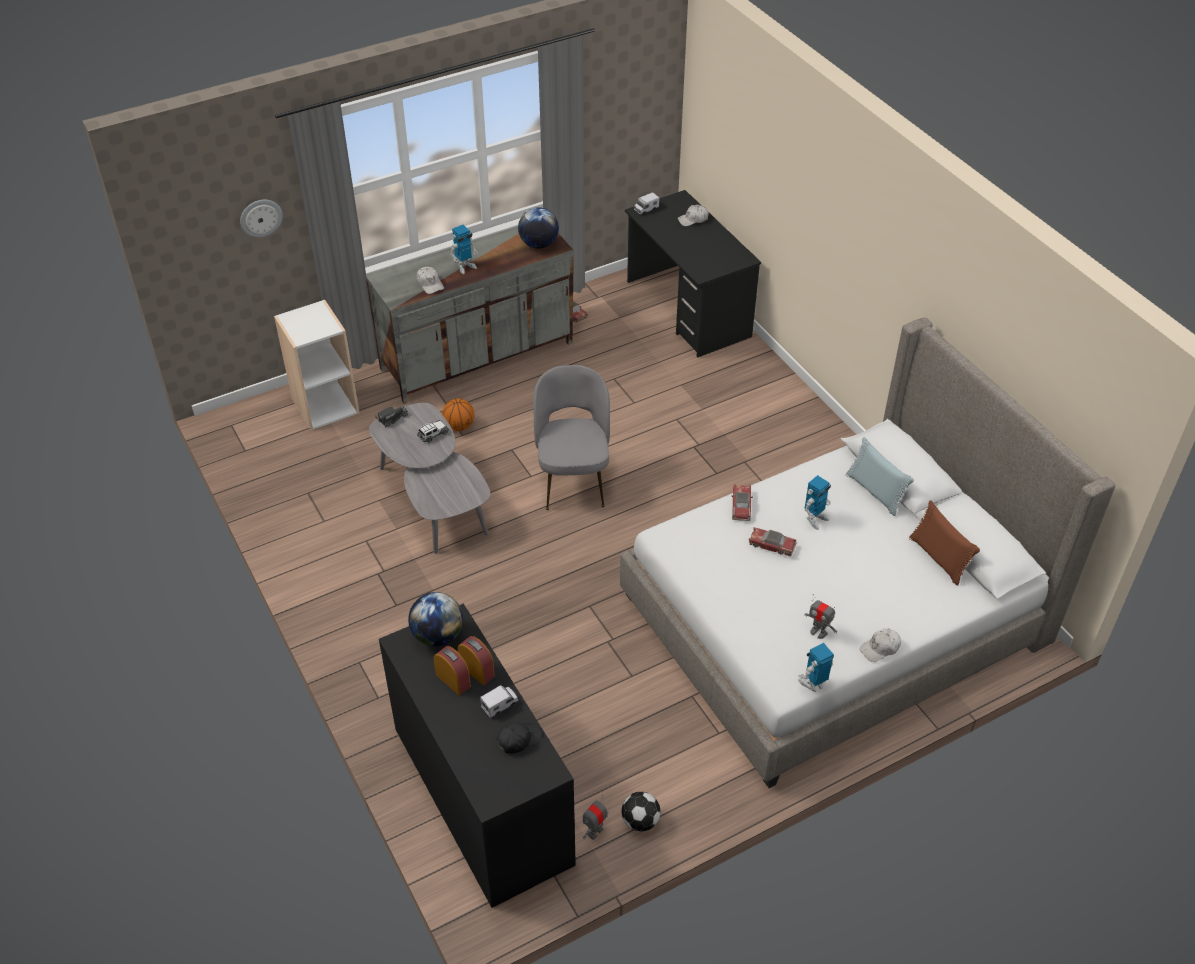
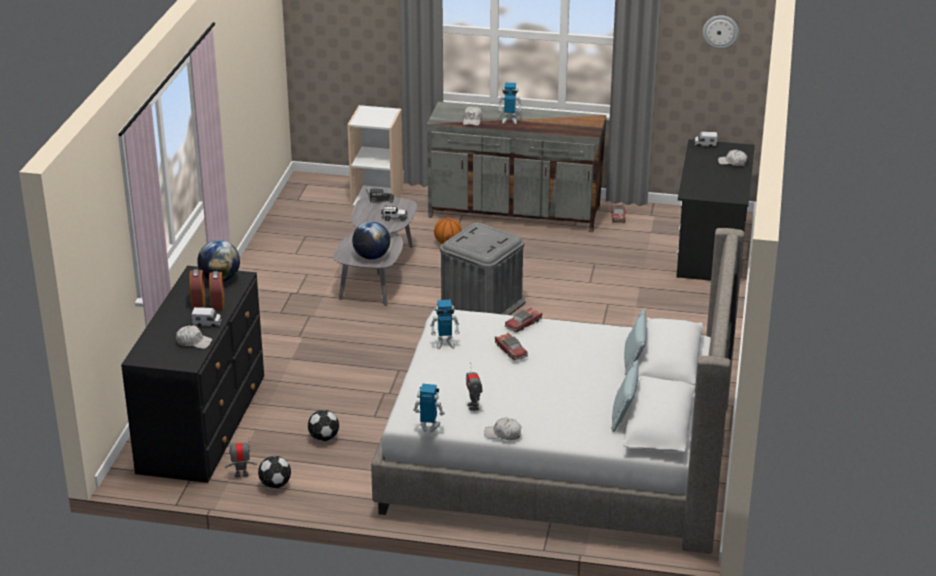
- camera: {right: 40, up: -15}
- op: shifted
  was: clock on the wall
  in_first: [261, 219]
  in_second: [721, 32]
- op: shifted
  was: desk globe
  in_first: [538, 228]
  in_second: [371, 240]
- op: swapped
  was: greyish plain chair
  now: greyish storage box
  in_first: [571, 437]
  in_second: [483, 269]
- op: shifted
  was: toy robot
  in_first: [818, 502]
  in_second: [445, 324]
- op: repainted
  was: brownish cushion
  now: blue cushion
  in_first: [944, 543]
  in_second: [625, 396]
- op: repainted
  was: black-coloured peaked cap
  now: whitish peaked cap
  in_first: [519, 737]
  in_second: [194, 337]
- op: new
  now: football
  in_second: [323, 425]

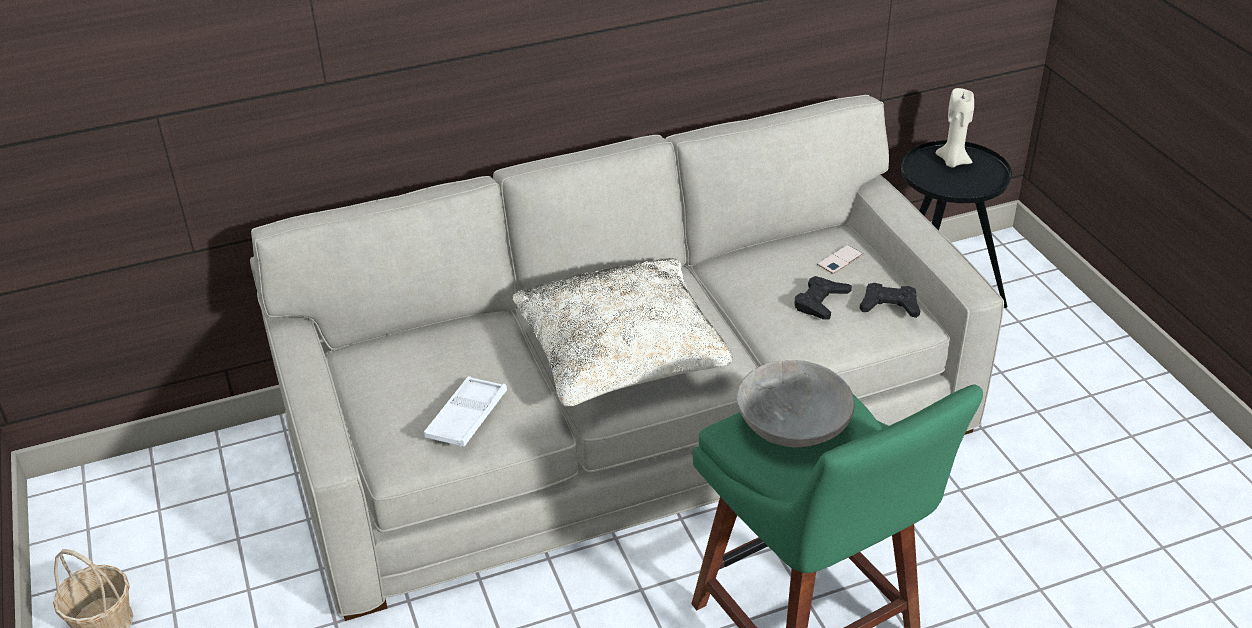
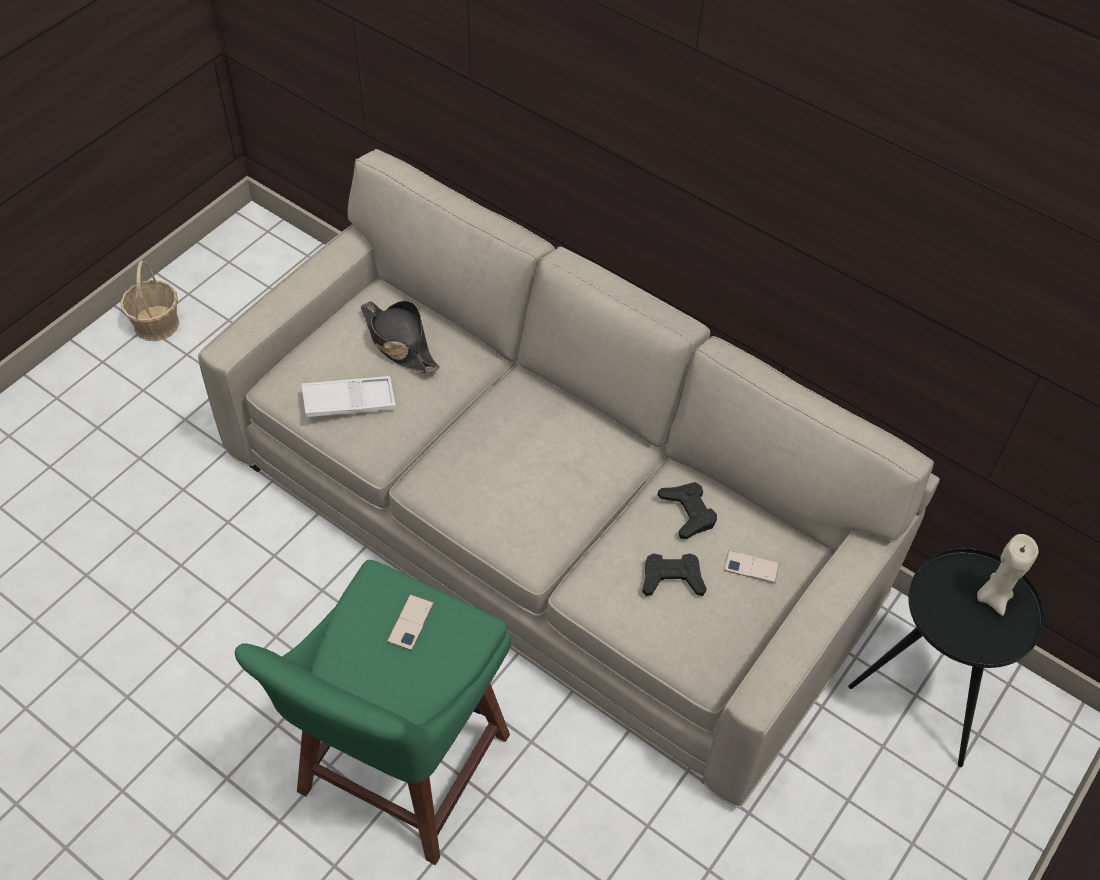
- camera: {right: 55, up: 15}
- op: gone
  was: beige cushion
  in_first: [622, 332]
- op: shifted
  was: black-coloured joypad
  in_first: [890, 300]
  in_second: [687, 510]
- op: swapped
  was: greyish bowl
  now: handset
  in_first: [796, 403]
  in_second: [410, 622]
- op: new
  now: black-coloured hat
  in_second: [400, 337]

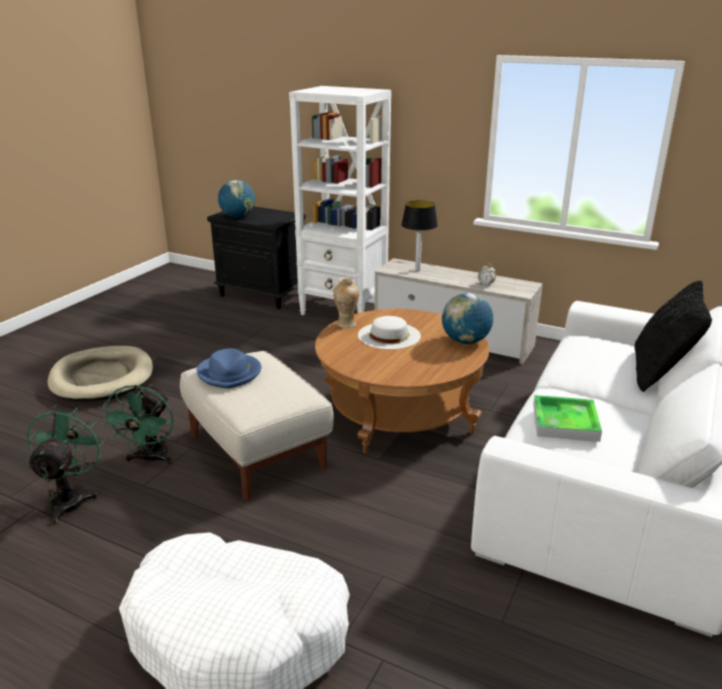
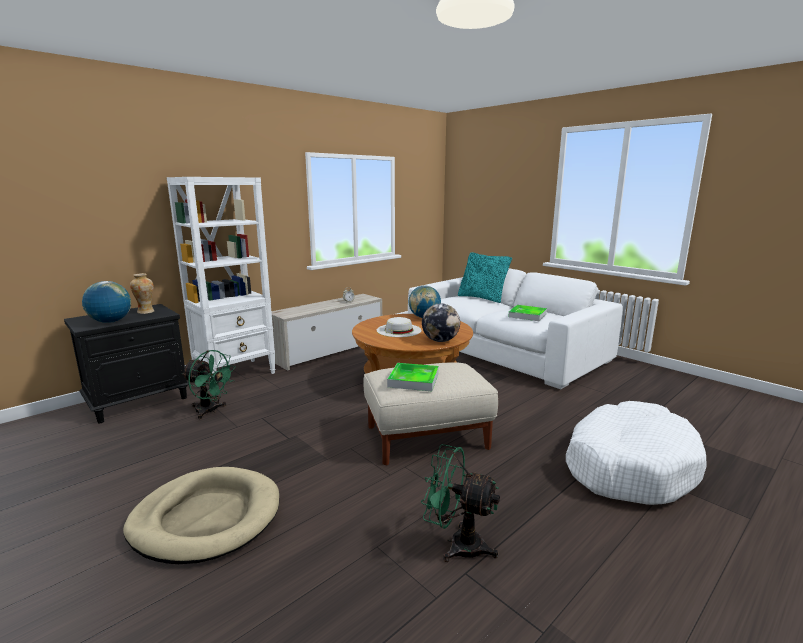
- camera: {right: -70, up: -10}
- op: gone
  was: table lamp
  in_first: [419, 235]
- op: shifted
  was: vase
  in_first: [346, 302]
  in_second: [142, 293]
- op: repainted
  was: black-coloured cushion
  now: turquoise cushion
  in_first: [673, 336]
  in_second: [485, 277]
- op: swapped
  was: blue hat
  now: tray
  in_first: [228, 369]
  in_second: [413, 377]
- op: shifted
  was: green-coloured fan
  in_first: [137, 424]
  in_second: [209, 384]
- op: new
  now: desk globe
  in_second: [441, 322]

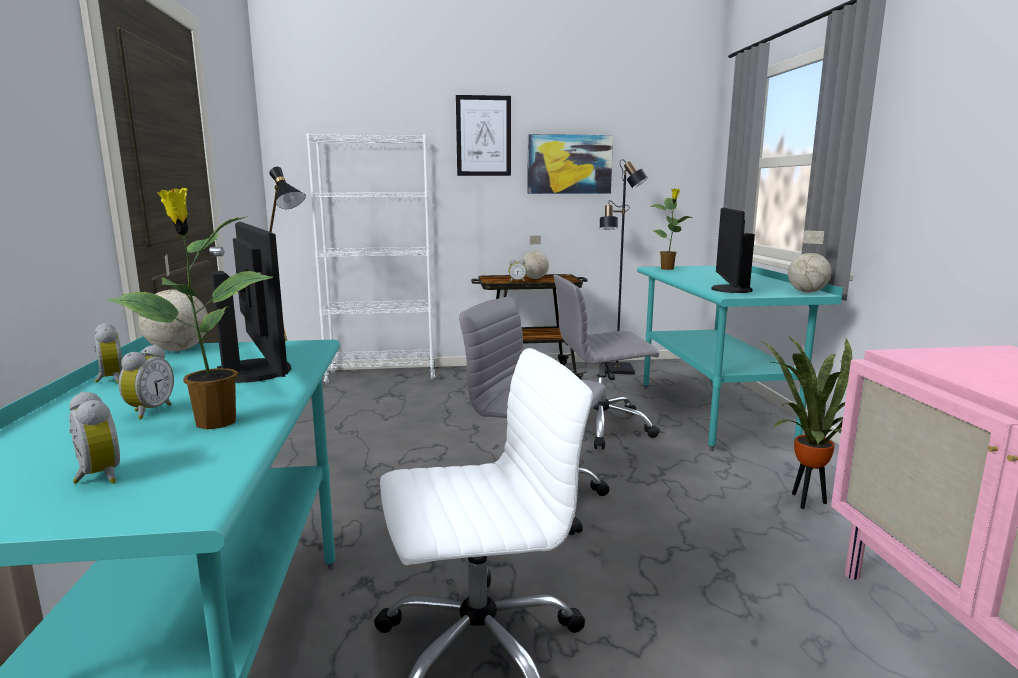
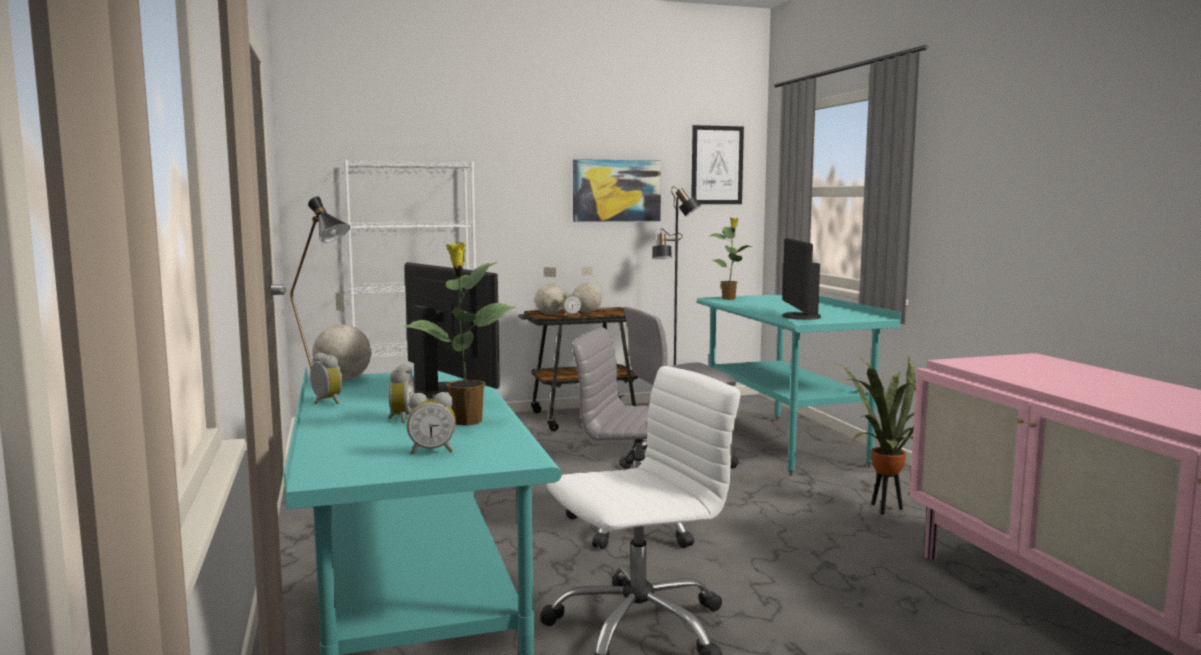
- camera: {right: -10, up: -5}
- op: shifted
  was: picture
  in_first: [483, 135]
  in_second: [717, 164]
- op: shifted
  was: desk globe
  in_first: [810, 261]
  in_second: [549, 290]
- op: rotated
  was: alarm clock
  in_first: [94, 437]
  in_second: [431, 423]
  clockwise: 135

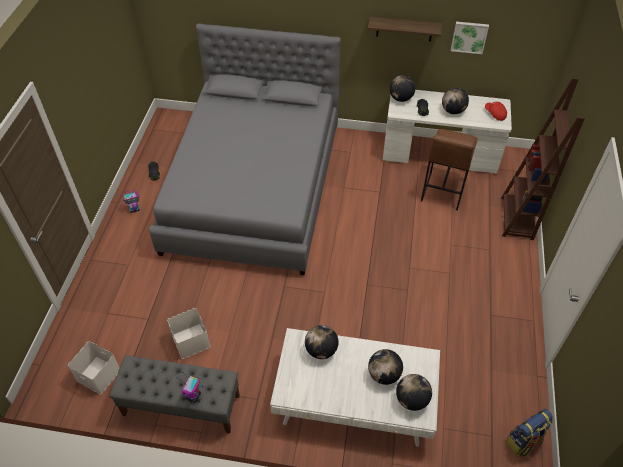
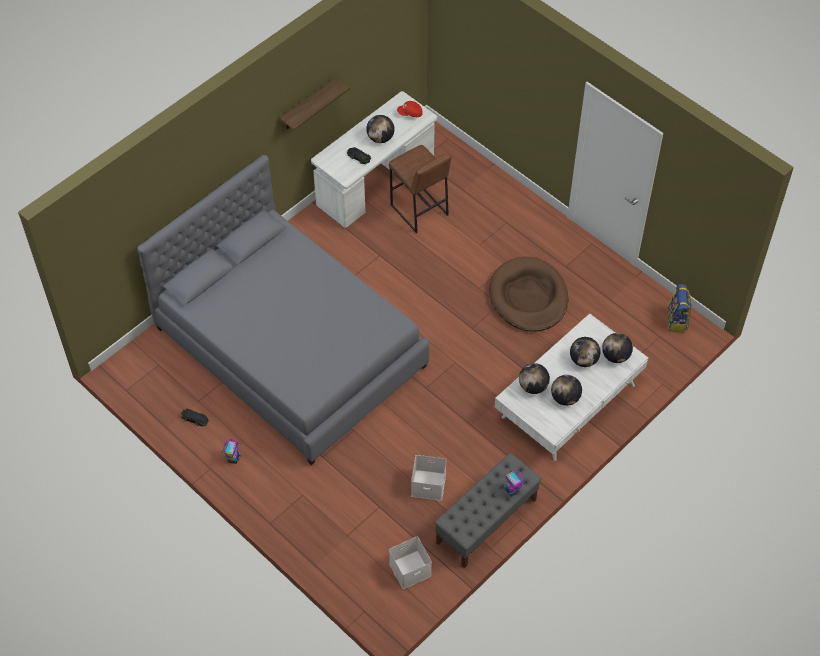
- camera: {right: -55, up: 5}
- op: gone
  was: picture
  in_first: [470, 38]
- op: shifted
  was: desk globe
  in_first: [402, 88]
  in_second: [566, 390]
- op: gone
  was: brownish bookcase
  in_first: [543, 159]
- op: new
  now: brownish dog cushion
  in_second: [528, 294]

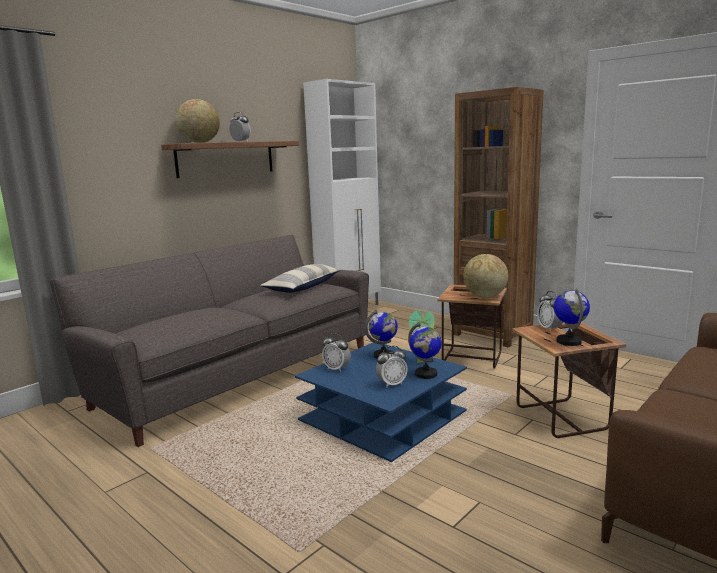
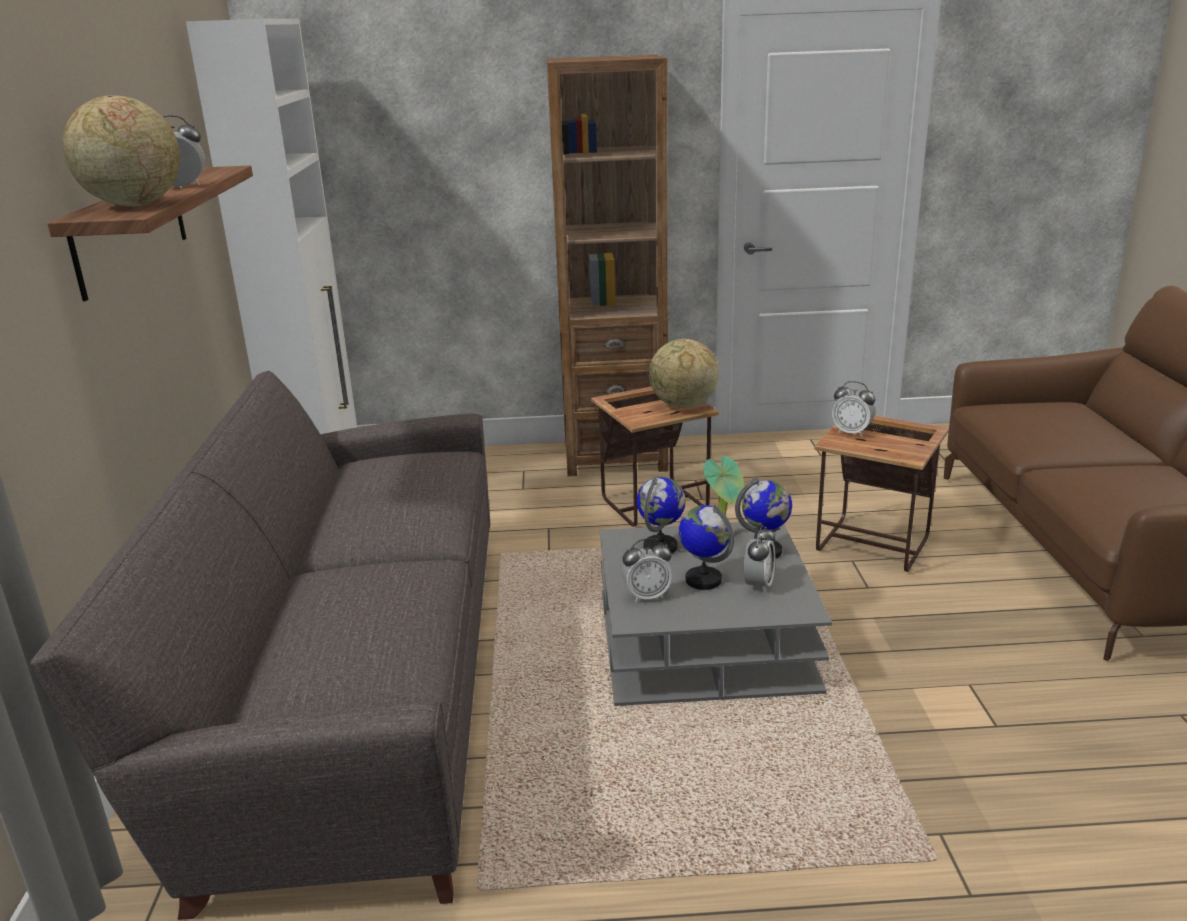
- camera: {right: -45, up: 10}
- op: gone
  was: cushion
  in_first: [300, 278]
- op: shifted
  was: desk globe
  in_first: [572, 317]
  in_second: [706, 547]
- op: repainted
  was: blue lounge table
  now: greyish lounge table
  in_first: [381, 402]
  in_second: [716, 614]

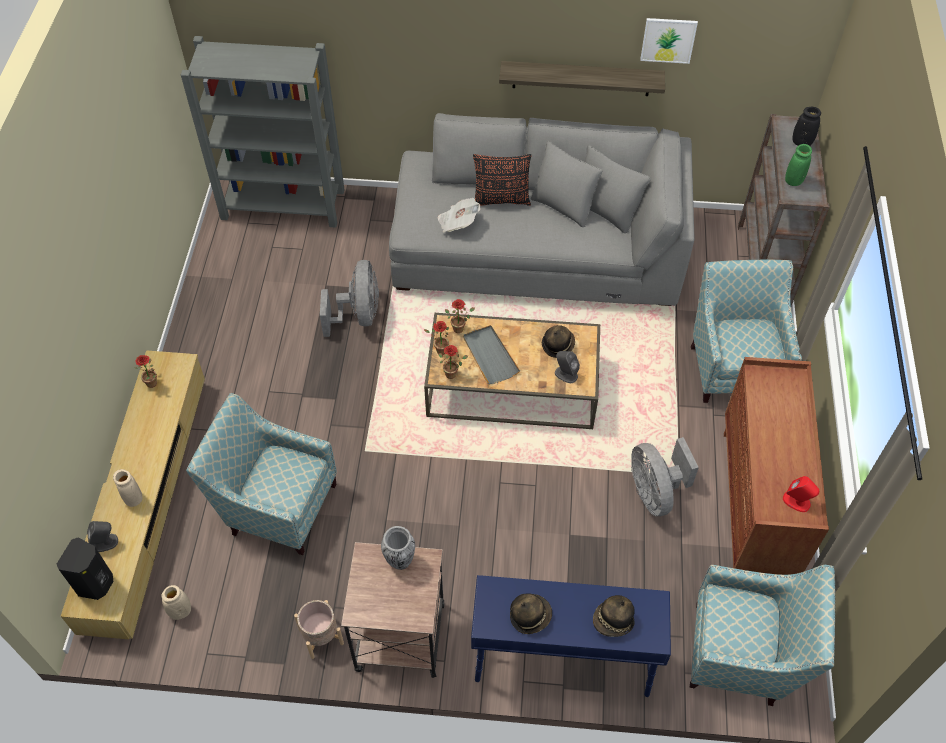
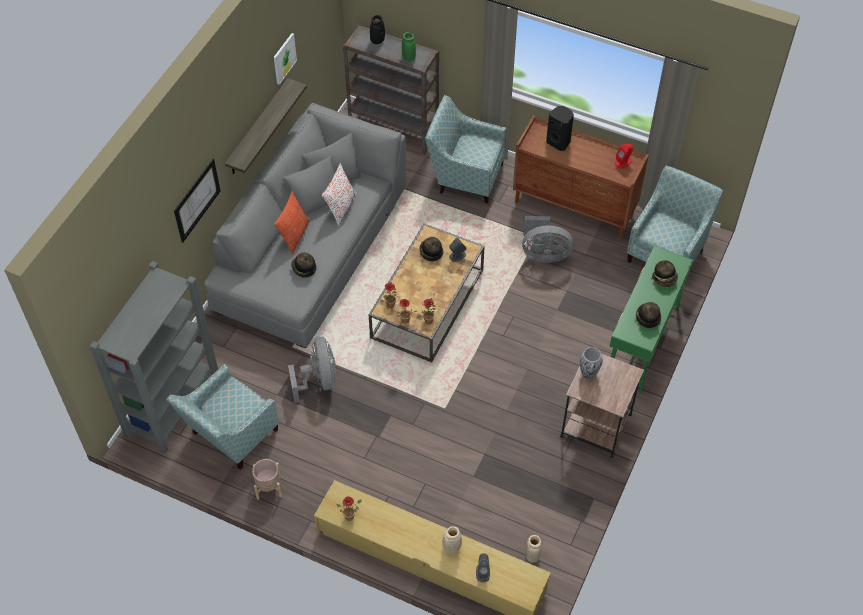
- camera: {right: -70, up: 0}
- op: repainted
  was: black-coloured cushion
  now: orange-coloured cushion
  in_first: [502, 180]
  in_second: [292, 223]
- op: swapped
  was: daily paper
  now: hat
  in_first: [459, 215]
  in_second: [304, 265]
- op: rotated
  was: greyish fan
  in_first: [349, 298]
  in_second: [312, 369]
  clockwise: 60
- op: gone
  was: greyish tray
  in_first: [491, 354]
- op: shifted
  was: easy chair
  in_first: [261, 474]
  in_second: [222, 417]
- op: shifted
  was: black-coloured loudspeaker
  in_first: [85, 568]
  in_second: [560, 128]
- op: repainted
  was: blue console table
  now: green-coloured console table
  in_first: [571, 636]
  in_second: [651, 319]
- op: shifted
  was: beige planter
  in_first: [319, 629]
  in_second: [267, 479]
- op: new
  now: picture
  in_second: [197, 201]
- op: new
  now: whitish cushion
  in_second: [339, 194]

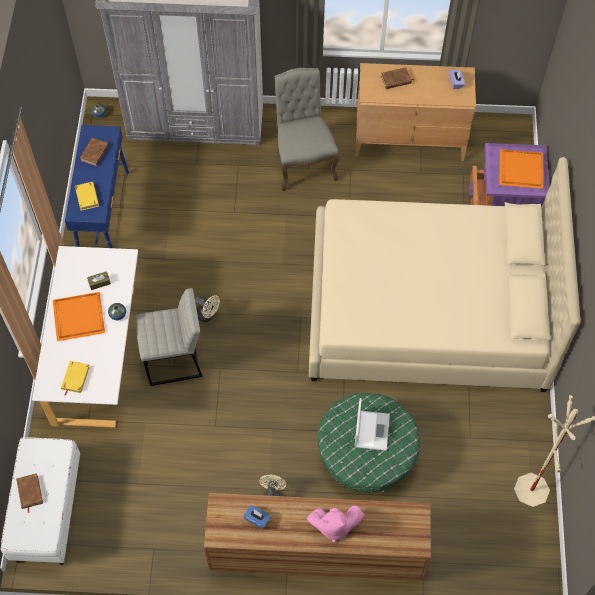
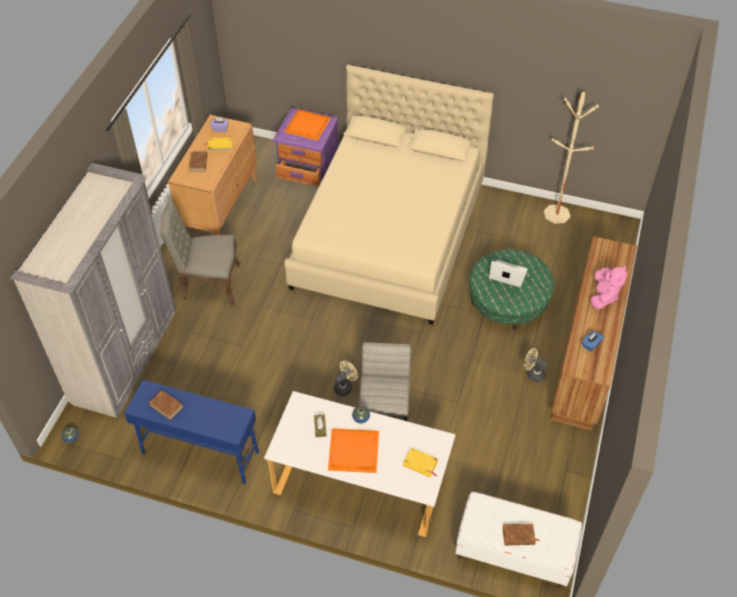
- camera: {right: -75, up: -10}
- op: shifted
  was: yellowish volume
  in_first: [87, 196]
  in_second: [220, 145]

